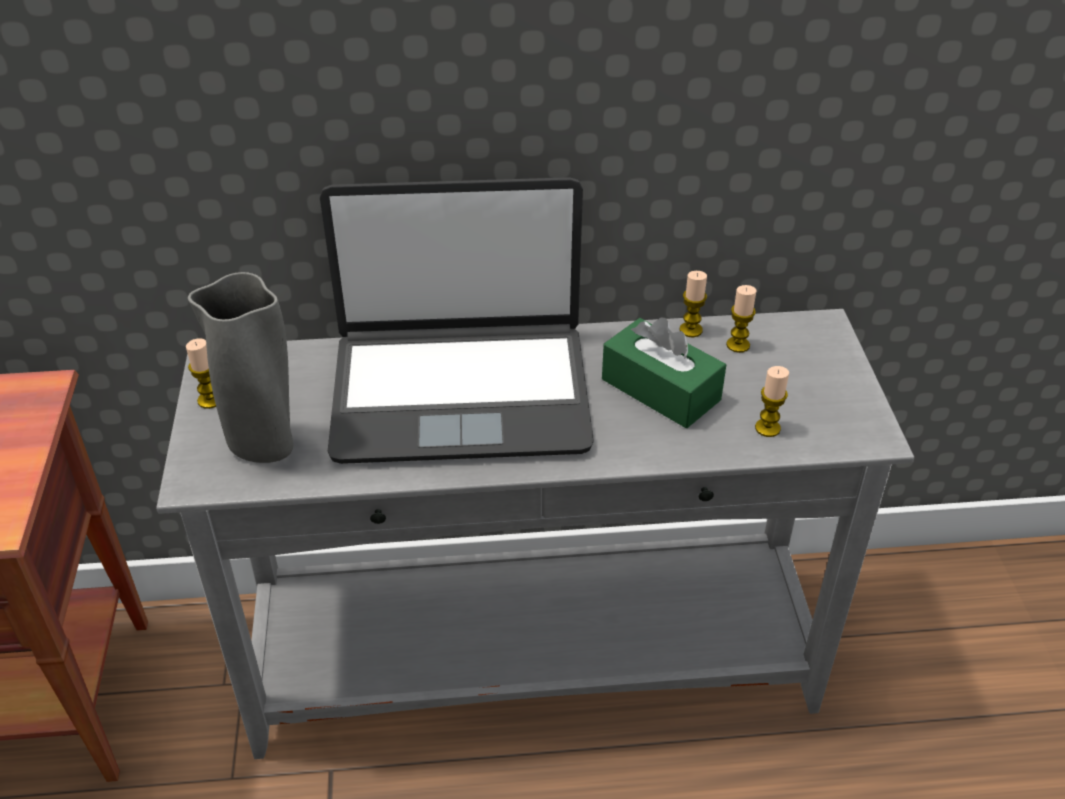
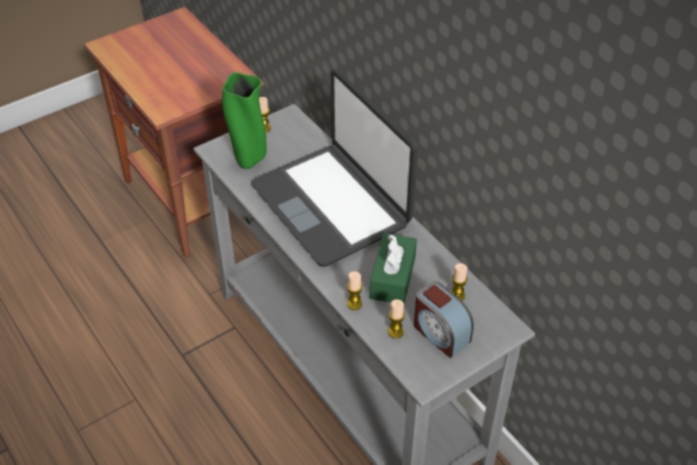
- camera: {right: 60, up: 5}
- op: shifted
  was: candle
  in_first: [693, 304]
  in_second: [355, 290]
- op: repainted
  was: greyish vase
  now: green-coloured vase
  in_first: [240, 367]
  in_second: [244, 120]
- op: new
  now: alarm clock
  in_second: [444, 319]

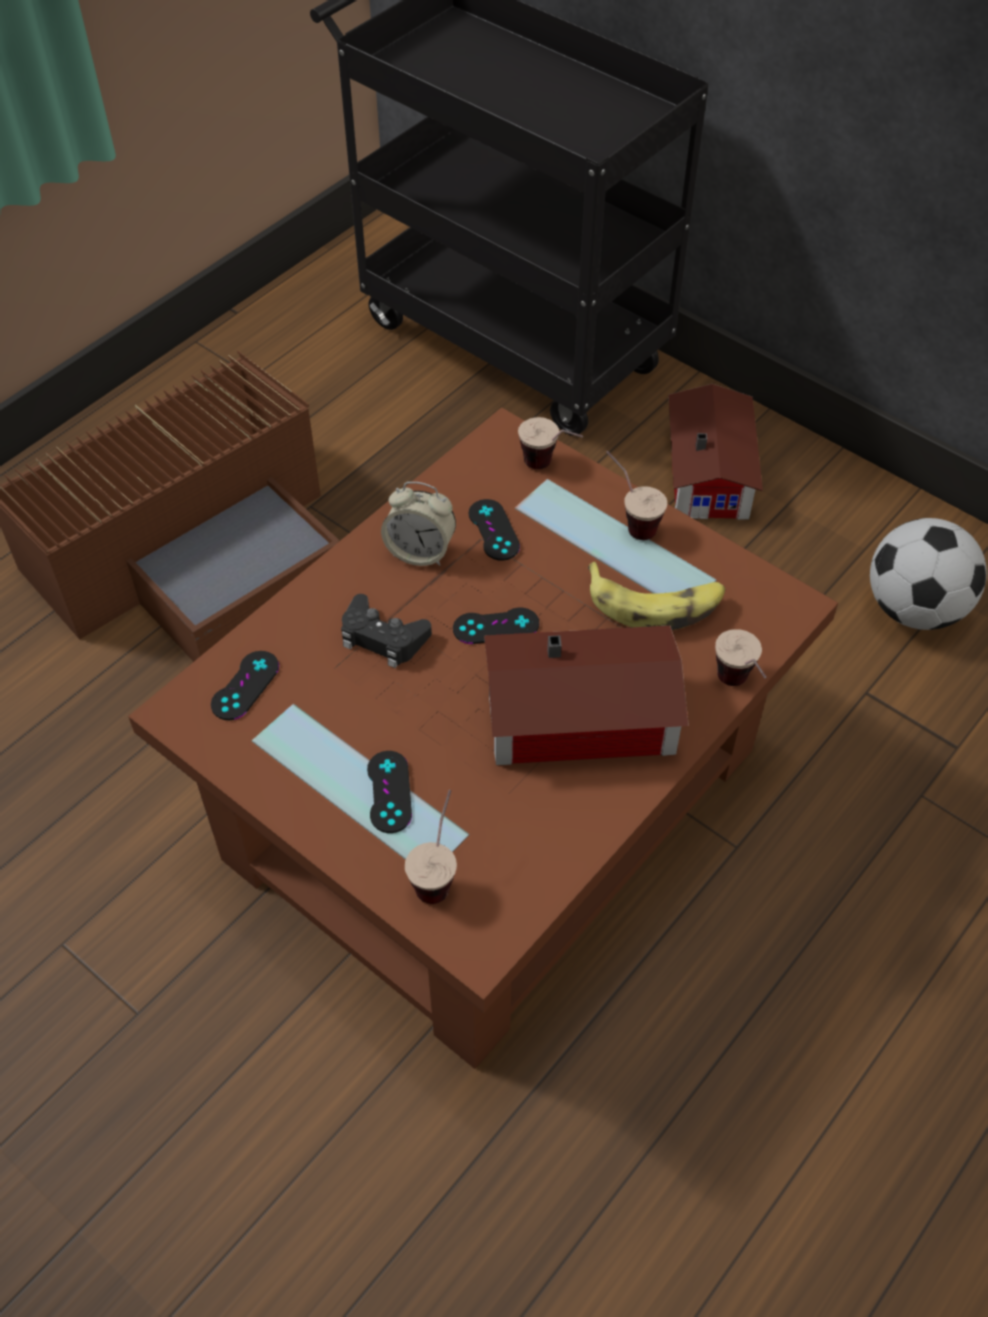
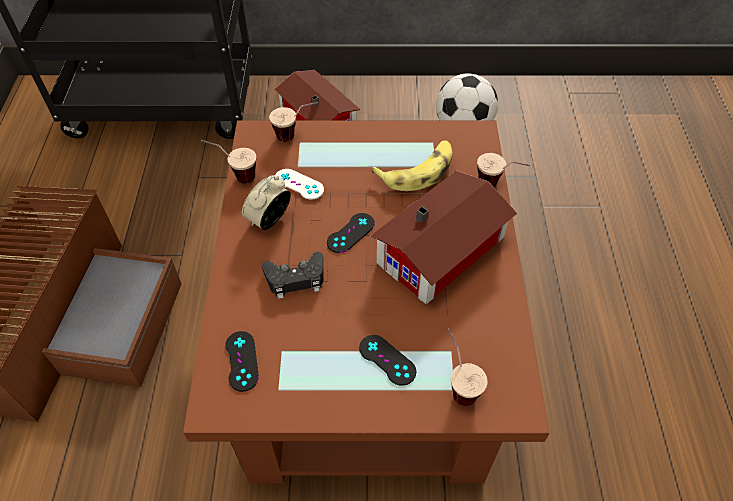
- camera: {right: -40, up: 0}
- op: shifted
  was: small cup
  in_first: [636, 495]
  in_second: [228, 162]
- op: rotated
  was: alarm clock
  in_first: [418, 524]
  in_second: [266, 203]
  clockwise: 150
- op: repainted
  was: black-coloured joypad
  now: whitish joypad
  in_first: [494, 530]
  in_second: [299, 184]

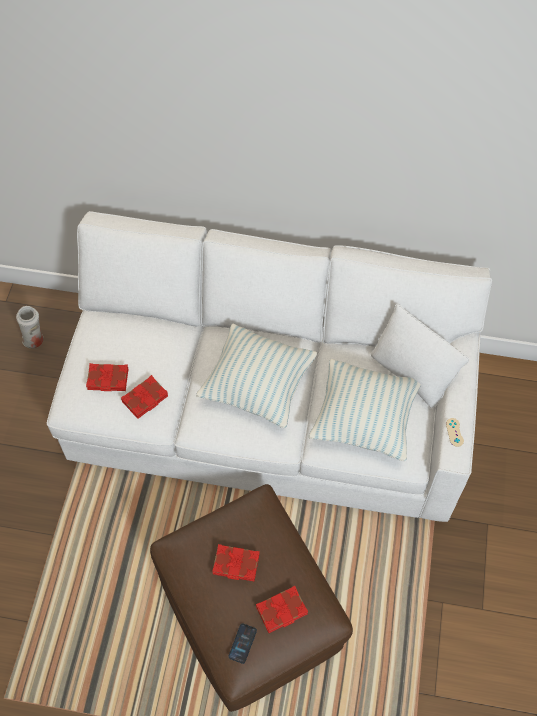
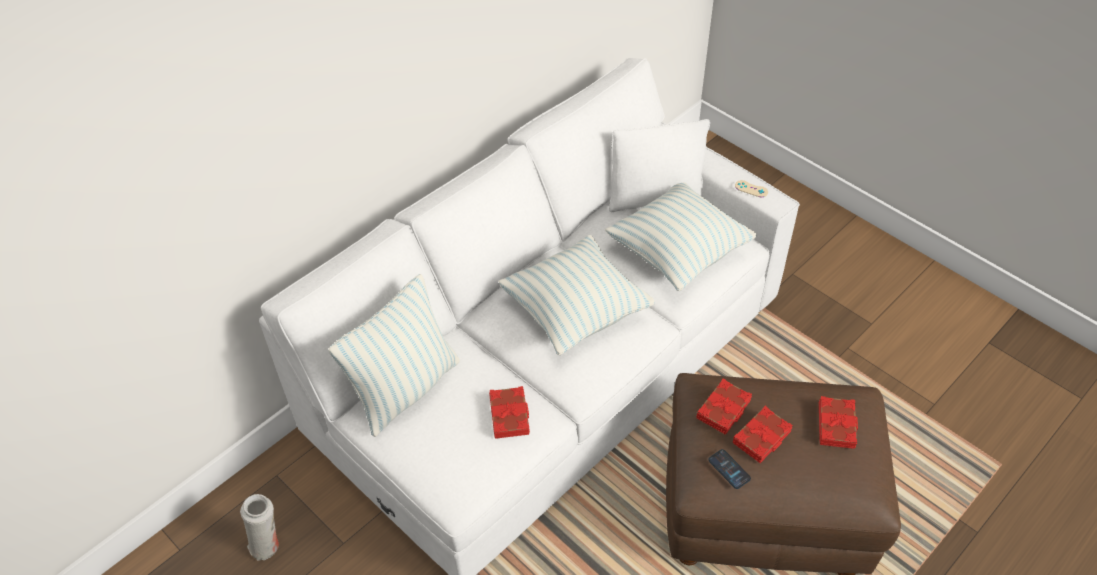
- camera: {right: -55, up: -10}
- op: shifted
  was: red volume
  in_first: [107, 377]
  in_second: [724, 406]
- op: shifted
  was: handset
  in_first: [243, 644]
  in_second: [729, 469]
- op: new
  now: cushion
  in_second: [394, 355]

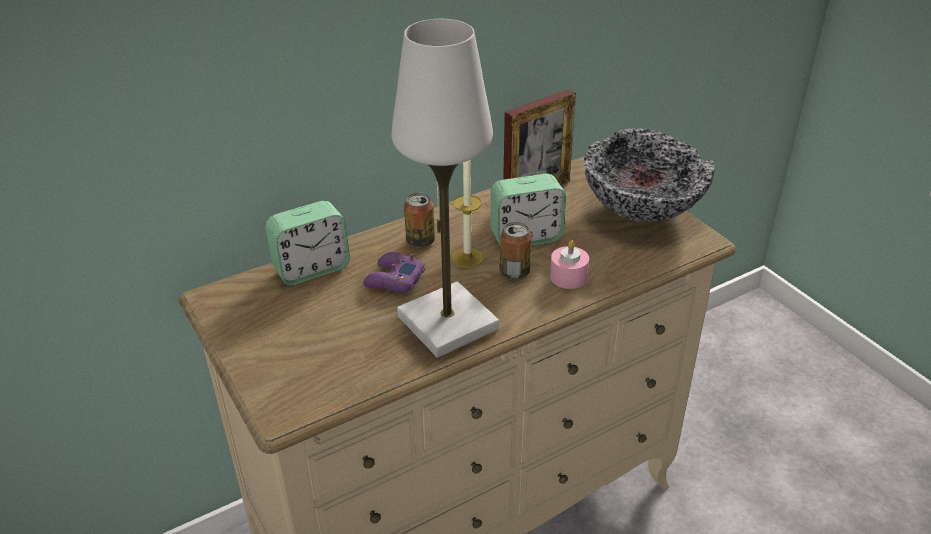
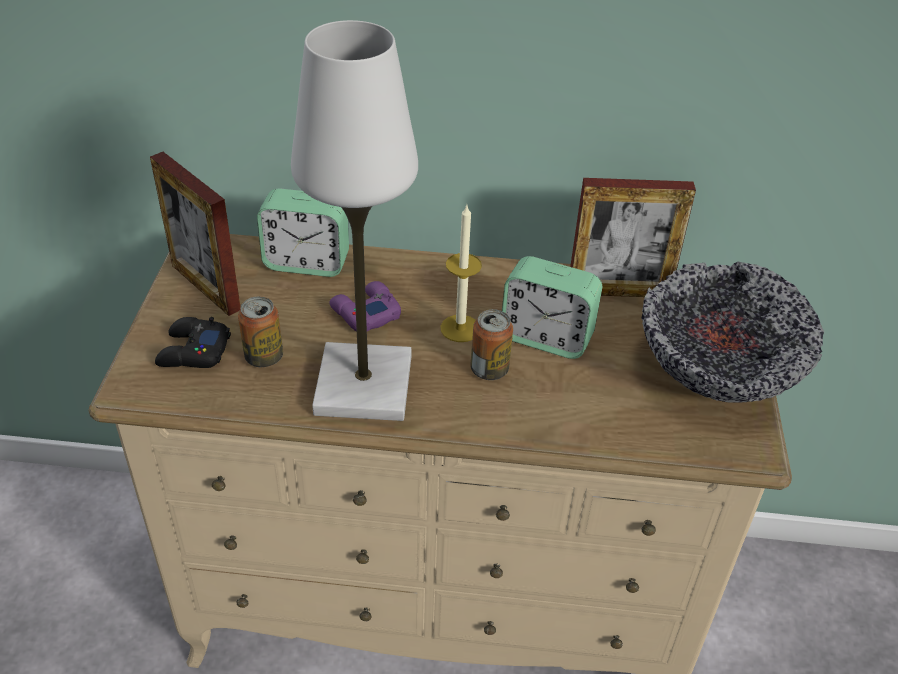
- camera: {right: 35, up: 5}
- op: shifted
  was: can
  in_first: [419, 220]
  in_second: [260, 332]
- op: gone
  was: pink-coloured candle
  in_first: [569, 264]
- op: new
  now: picture frame
  in_second: [195, 234]
- op: new
  now: black-coloured joypad
  in_second: [193, 342]

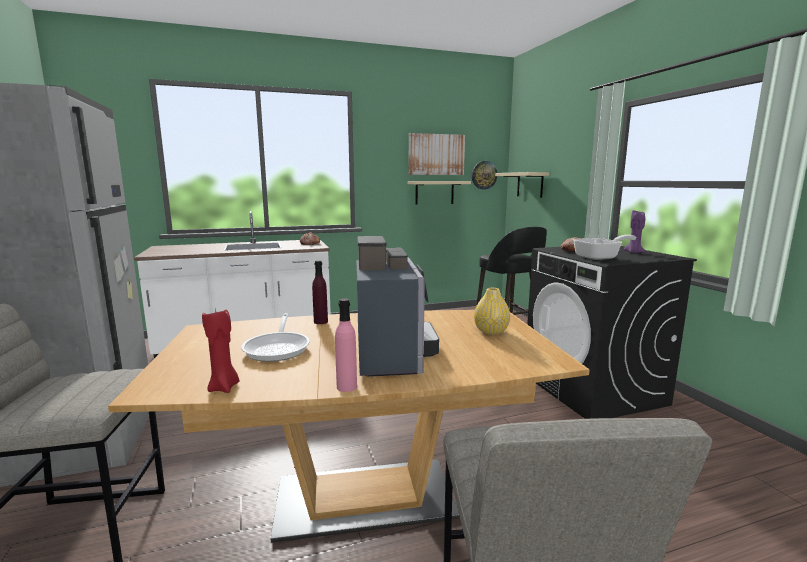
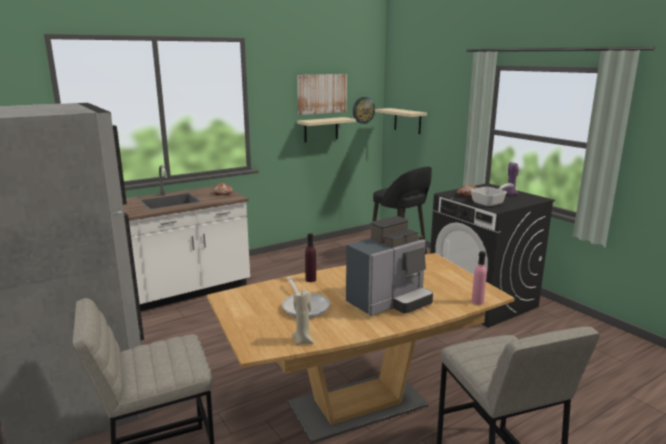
- camera: {right: -15, up: 5}
- op: rotated
  was: coffee machine
  in_first: [397, 306]
  in_second: [389, 266]
  clockwise: 75
- op: gone
  was: yellowish vase
  in_first: [492, 311]
- op: shifted
  was: pink-coloured bottle
  in_first: [346, 345]
  in_second: [479, 278]
- op: repainted
  was: red candle
  now: beige candle
  in_first: [220, 350]
  in_second: [303, 317]

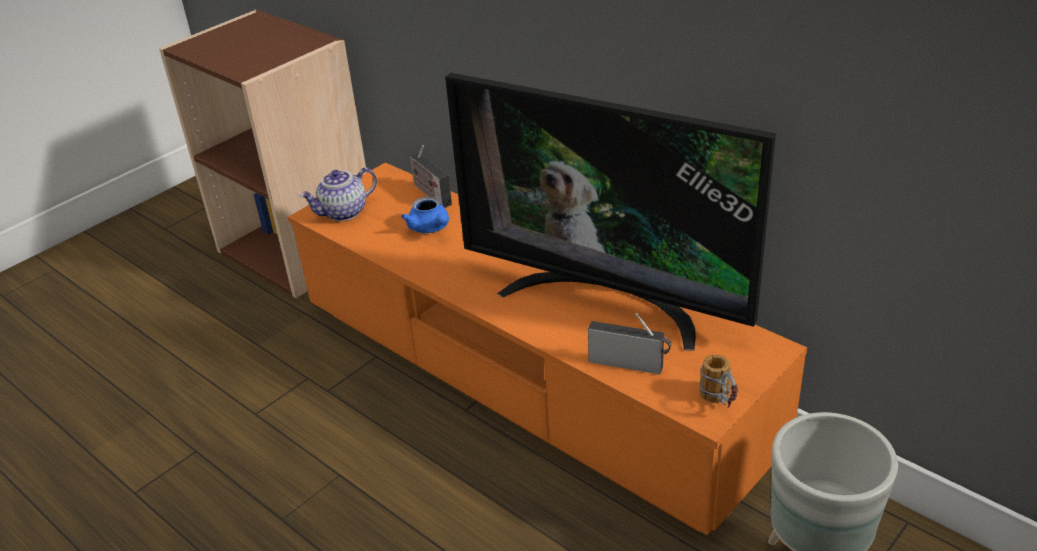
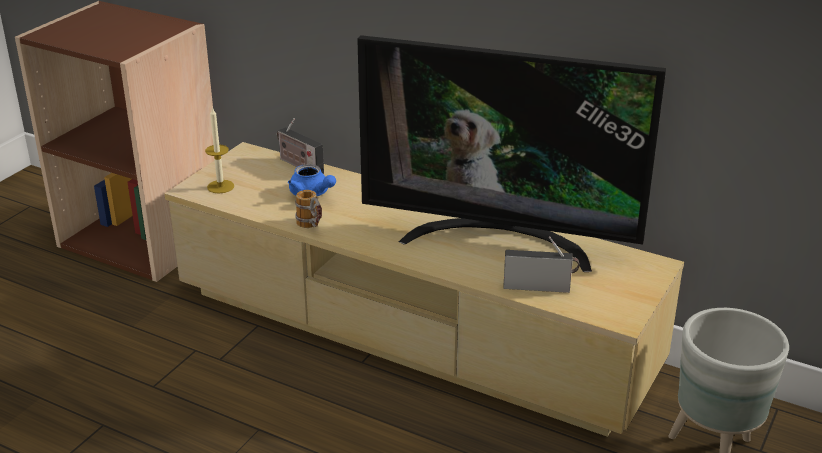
- camera: {right: -15, up: -5}
- op: repainted
  was: orange-coloured media console
  now: beige media console
  in_first: [547, 349]
  in_second: [424, 289]
- op: swapped
  was: teapot
  now: candle
  in_first: [338, 194]
  in_second: [219, 150]
- op: shifted
  was: mug
  in_first: [718, 381]
  in_second: [308, 209]

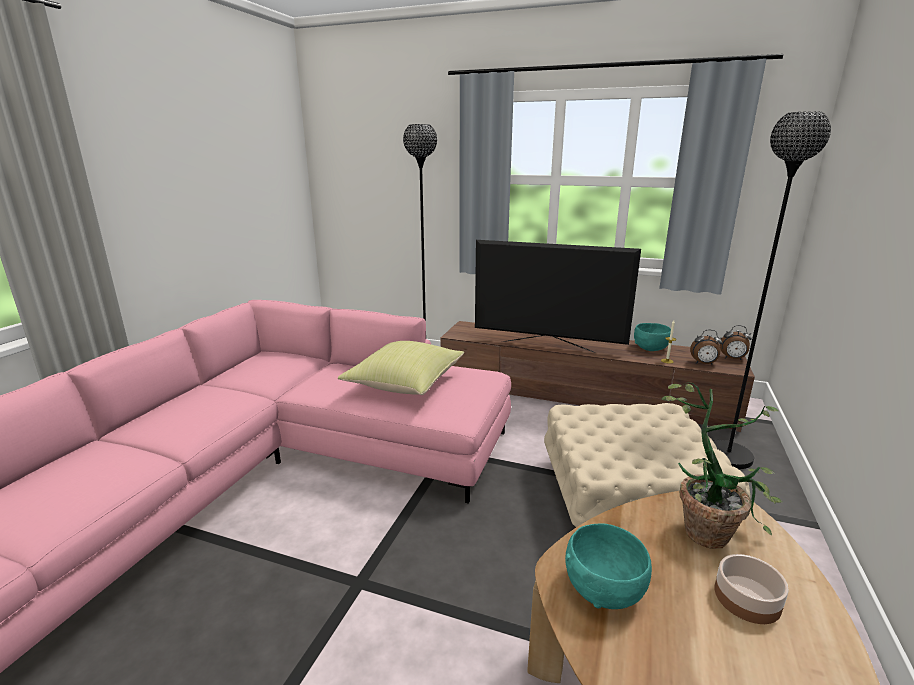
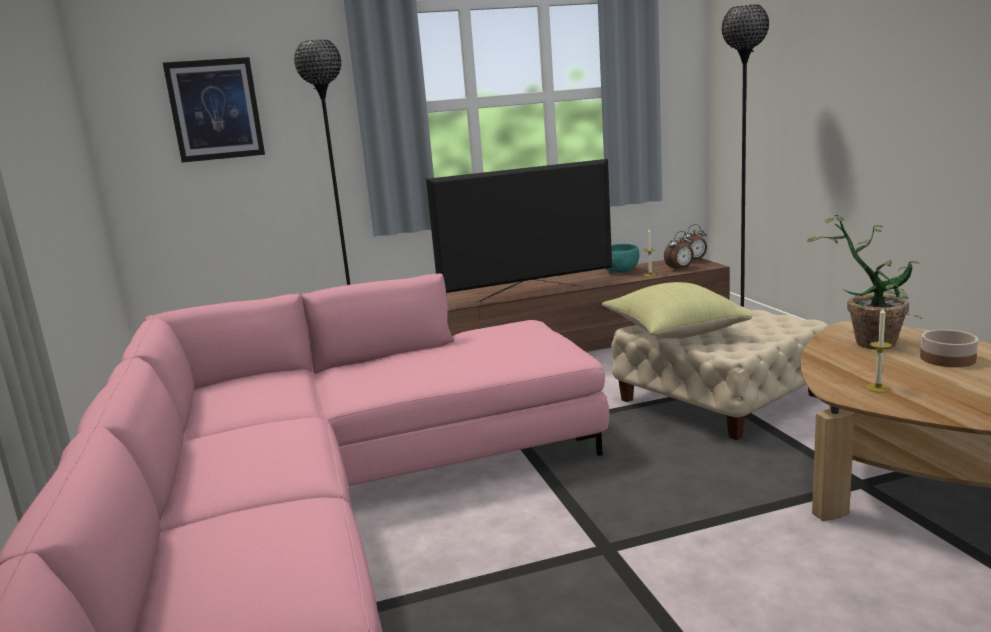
- camera: {right: -35, up: -5}
- op: shifted
  was: yellowish cushion
  in_first: [401, 368]
  in_second: [677, 310]
- op: swapped
  was: turquoise bowl
  now: candle
  in_first: [608, 566]
  in_second: [878, 350]
- op: new
  now: picture
  in_second: [214, 110]

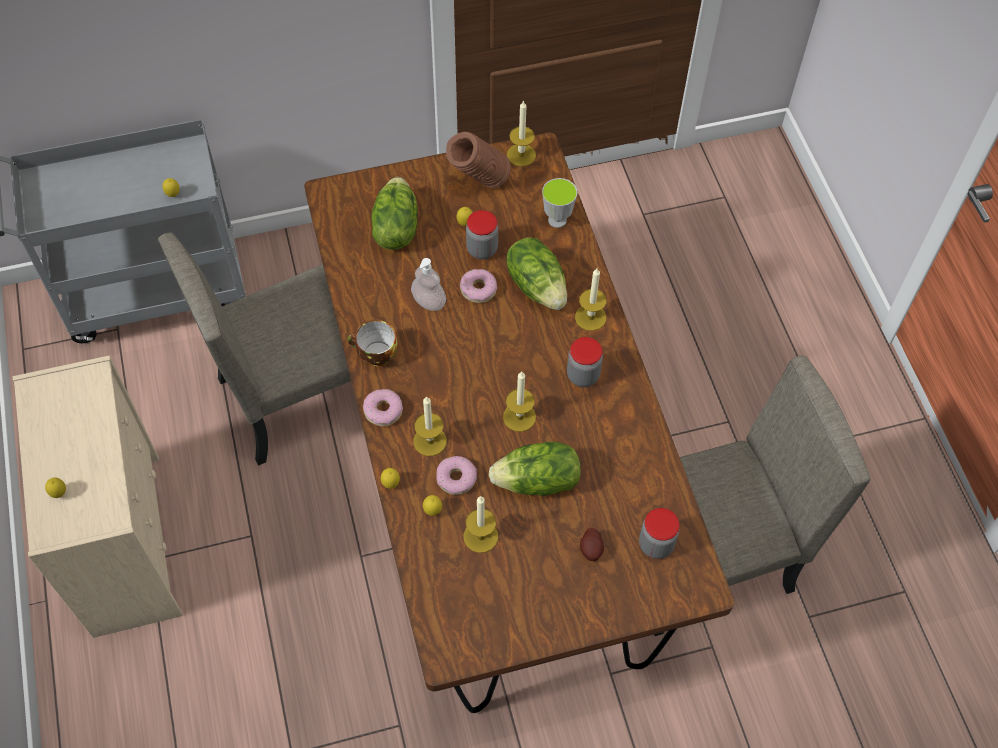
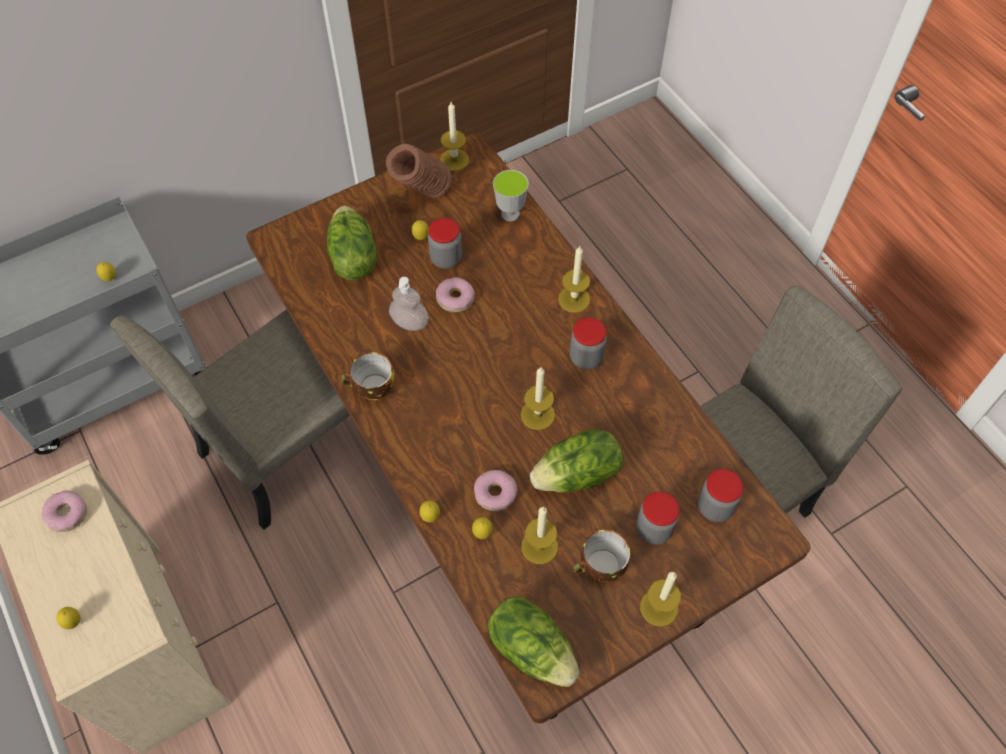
- camera: {right: -15, up: 0}
- op: shifted
  was: lettuce
  in_first: [536, 273]
  in_second: [533, 641]
- op: shifted
  was: donut
  in_first: [383, 407]
  in_second: [64, 511]
- op: shifted
  was: candle
  in_first: [430, 426]
  in_second: [660, 599]
- op: swapped
  was: potato
  now: jar
  in_first: [592, 544]
  in_second: [658, 518]
- op: new
  now: small cup
  in_second: [601, 556]

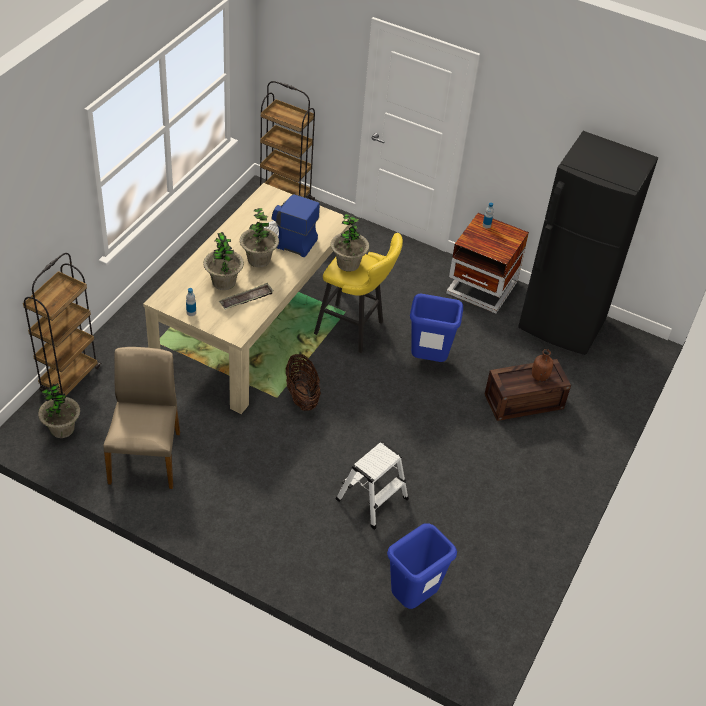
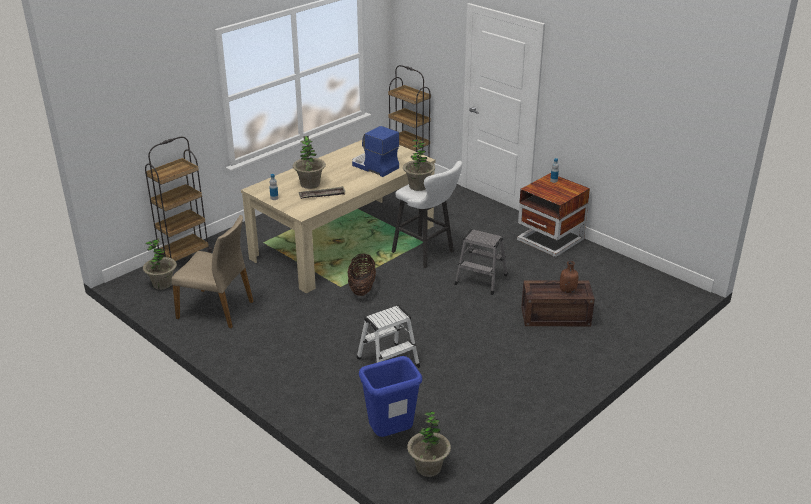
- camera: {right: 20, up: -15}
- op: gone
  was: black-coloured kitchen fridge
  in_first: [588, 243]
- op: shifted
  was: potted plant
  in_first: [259, 237]
  in_second: [429, 444]
- op: repainted
  was: yellowish sitting stool
  now: whitish sitting stool
  in_first: [358, 293]
  in_second: [427, 214]
- op: swapped
  was: blue waste bin
  now: greyish step stool
  in_first: [436, 327]
  in_second: [481, 262]
- op: rotated
  was: beige plain chair
  in_first: [141, 418]
  in_second: [213, 271]
  clockwise: 90

